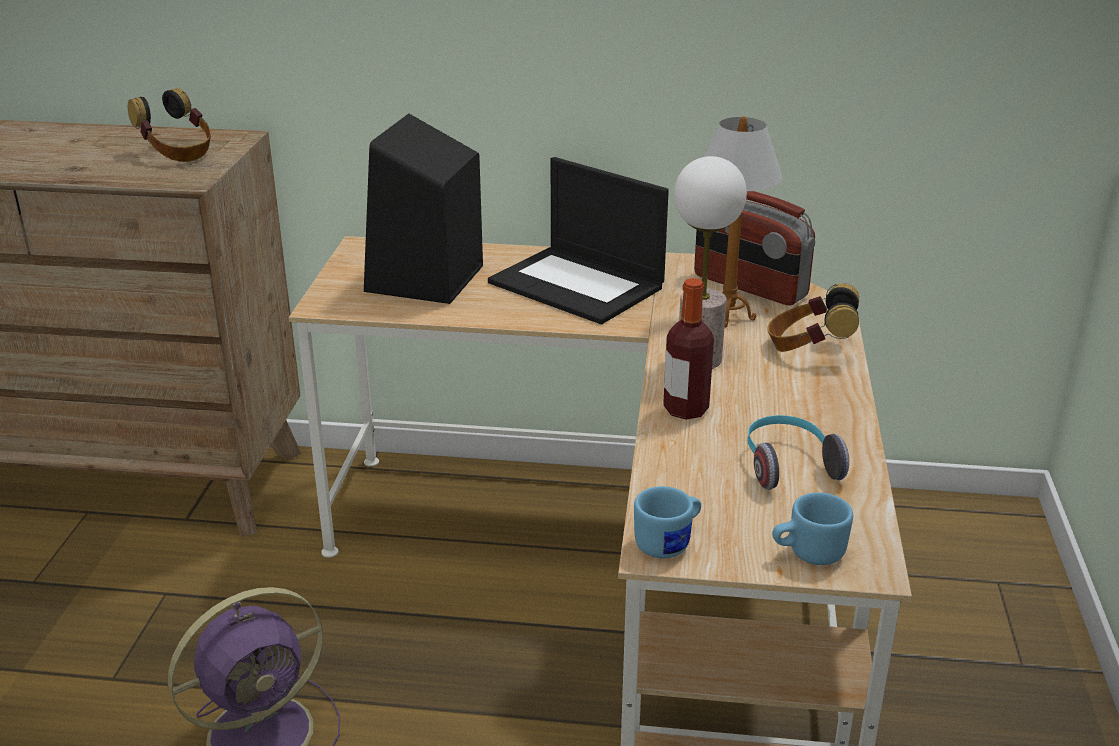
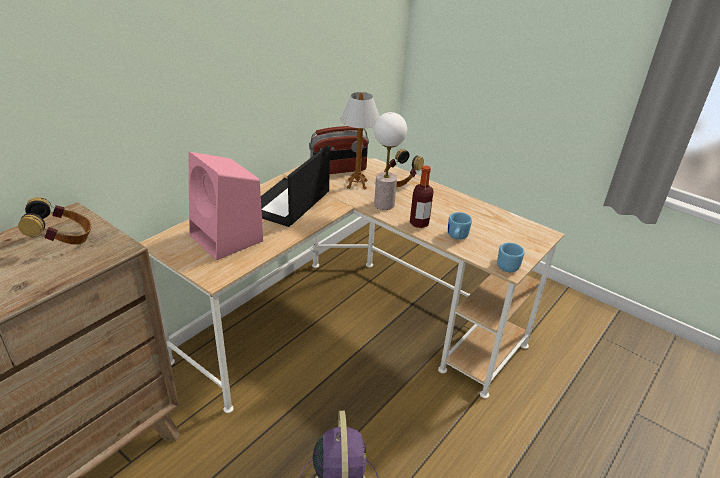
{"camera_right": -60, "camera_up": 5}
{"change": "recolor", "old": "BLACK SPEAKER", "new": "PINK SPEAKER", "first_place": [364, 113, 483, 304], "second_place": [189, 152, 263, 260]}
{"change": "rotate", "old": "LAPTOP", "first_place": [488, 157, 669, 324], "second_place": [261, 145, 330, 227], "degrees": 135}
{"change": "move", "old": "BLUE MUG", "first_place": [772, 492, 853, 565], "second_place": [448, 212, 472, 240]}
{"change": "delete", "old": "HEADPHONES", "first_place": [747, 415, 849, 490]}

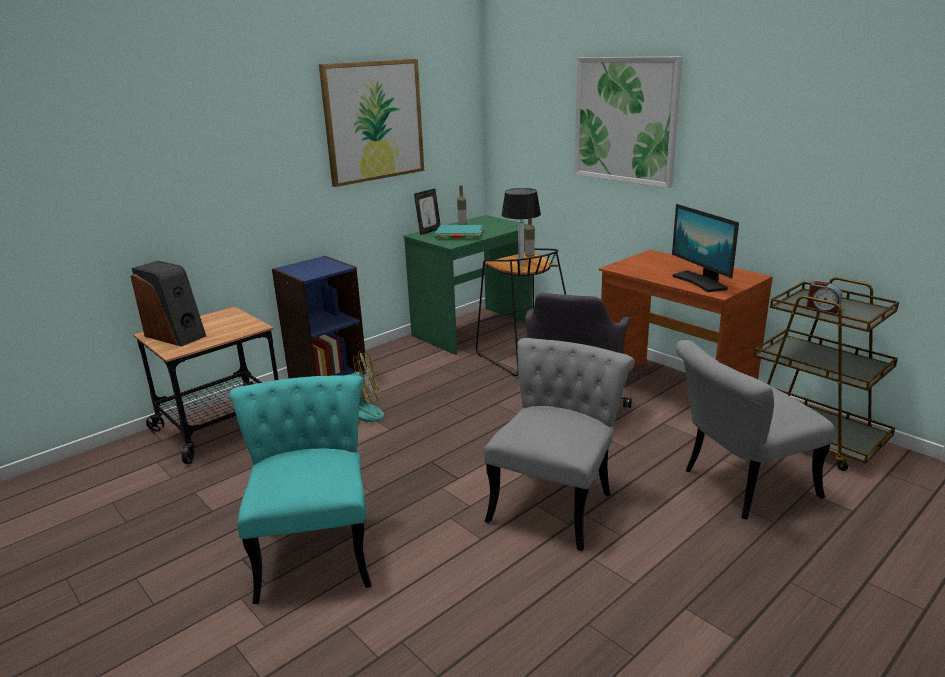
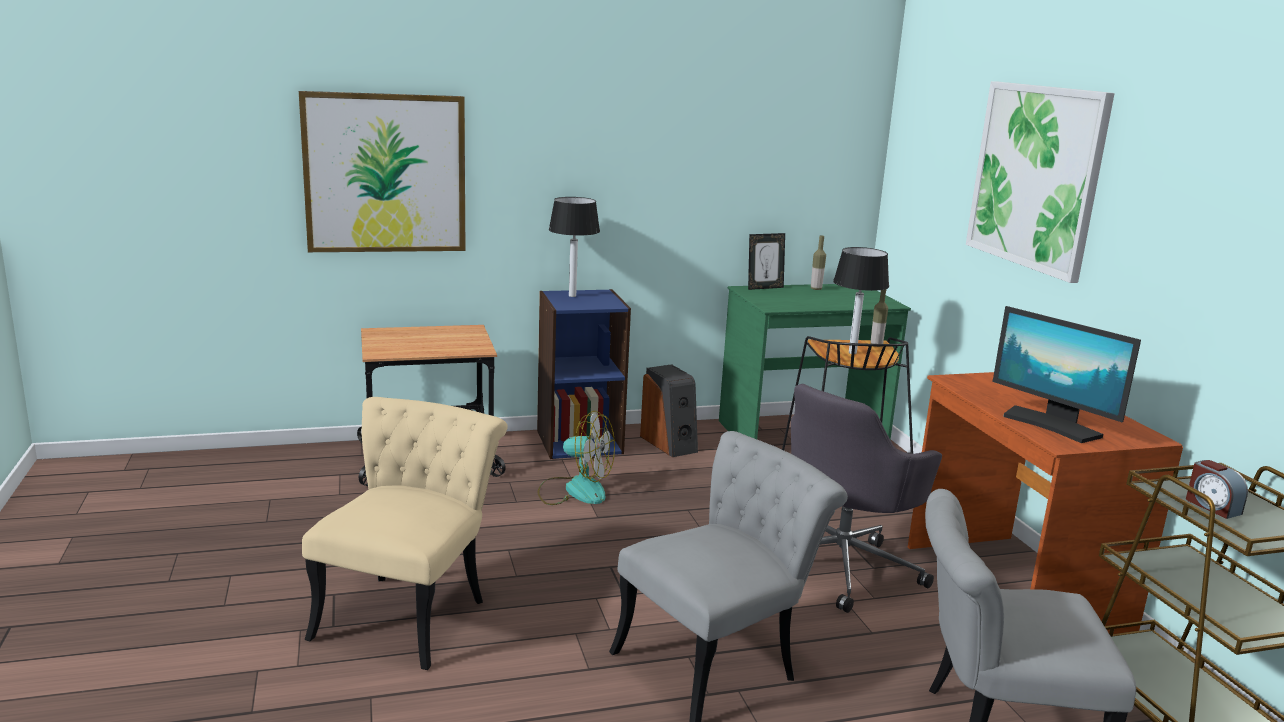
{"camera_right": 25, "camera_up": -5}
{"change": "move", "old": "PICTURE", "first_place": [319, 59, 424, 187], "second_place": [299, 91, 465, 252]}
{"change": "recolor", "old": "TURQUOISE CHAIR", "new": "BEIGE CHAIR", "first_place": [230, 375, 372, 604], "second_place": [302, 397, 508, 670]}
{"change": "insert", "new": "TABLE LAMP", "second_place": [549, 197, 600, 297]}
{"change": "move", "old": "SPEAKER", "first_place": [131, 261, 206, 347], "second_place": [640, 364, 698, 457]}
{"change": "rotate", "old": "MONITOR", "first_place": [672, 204, 739, 292], "second_place": [993, 306, 1141, 443], "degrees": -45}
{"change": "delete", "old": "TURQUOISE BOOK", "first_place": [435, 225, 483, 238]}

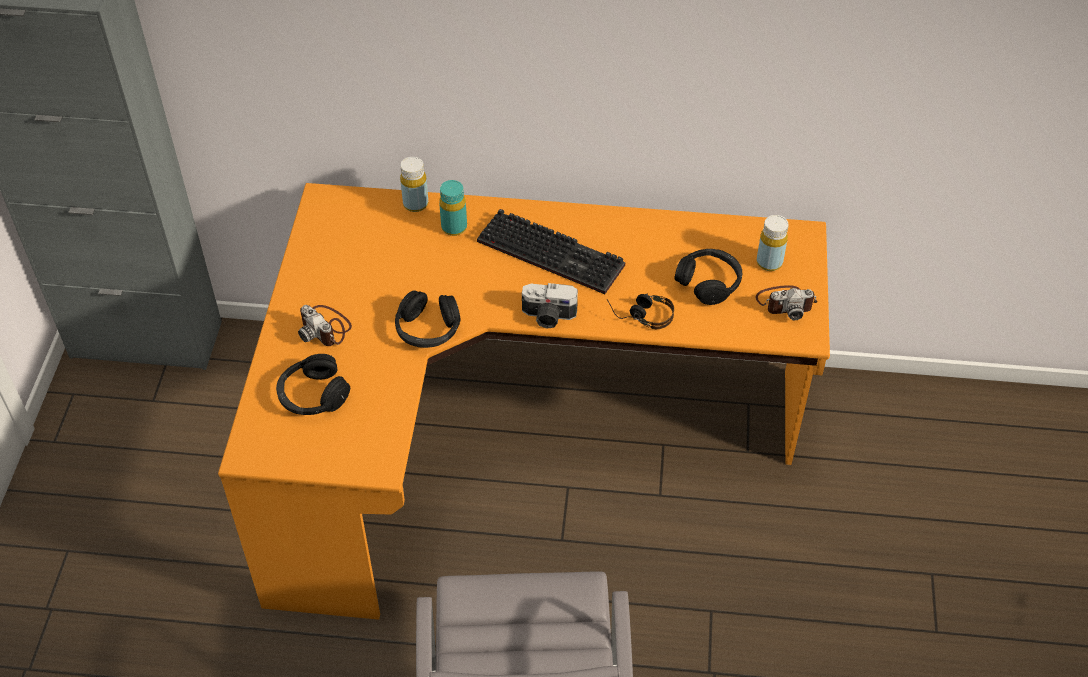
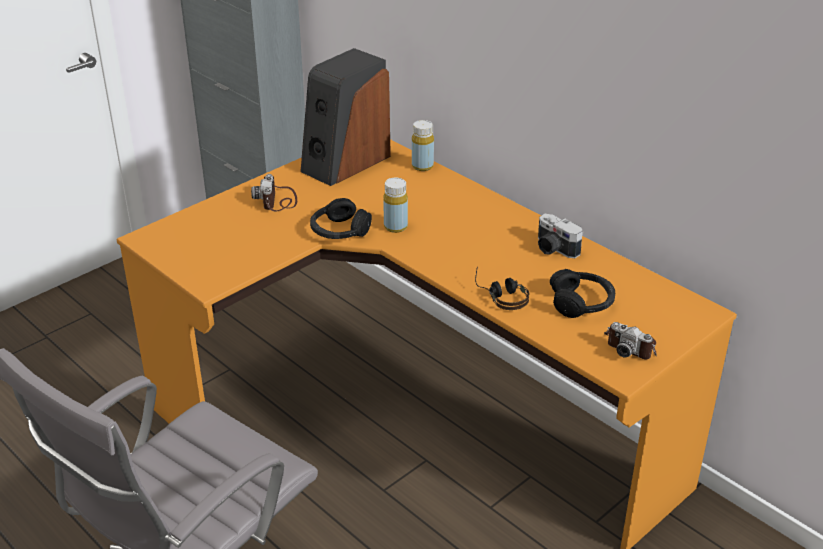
{"camera_right": 40, "camera_up": -15}
{"change": "insert", "new": "SPEAKER", "second_place": [300, 48, 391, 186]}
{"change": "move", "old": "YELLOW BOTTLE", "first_place": [757, 215, 789, 271], "second_place": [383, 177, 408, 233]}
{"change": "move", "old": "PHOTO CAMERA", "first_place": [522, 283, 578, 329], "second_place": [538, 214, 583, 258]}
{"change": "delete", "old": "BLACK HEADPHONES", "first_place": [276, 354, 350, 415]}
{"change": "delete", "old": "TURQUOISE BOTTLE", "first_place": [439, 180, 467, 236]}
{"change": "delete", "old": "KEYBOARD", "first_place": [477, 209, 625, 294]}

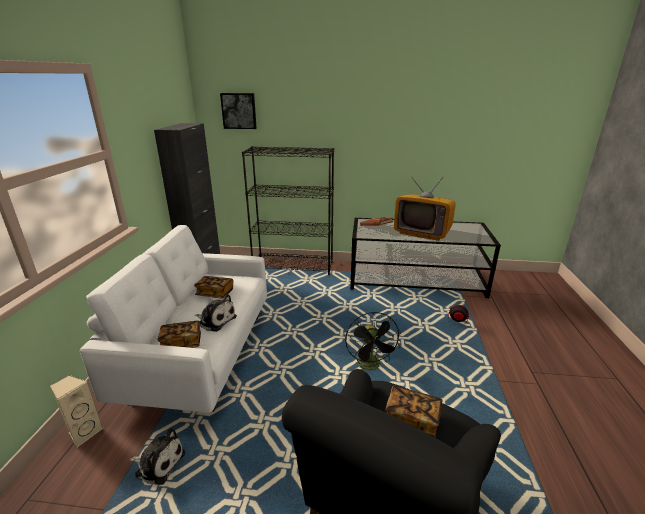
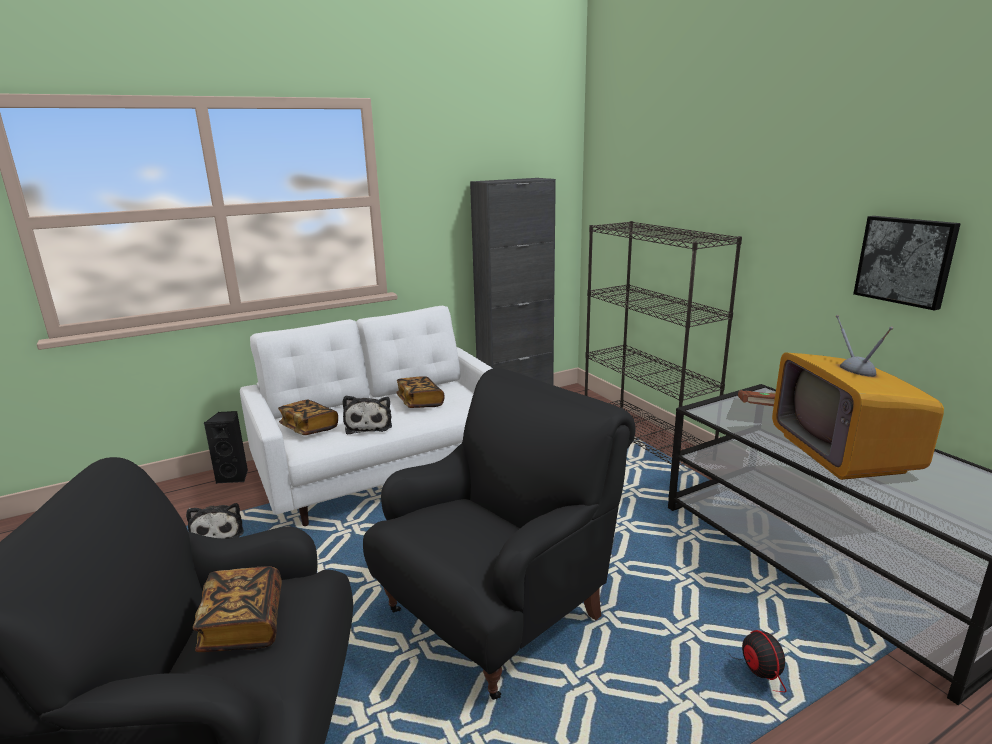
{"camera_right": 55, "camera_up": -5}
{"change": "recolor", "old": "BEIGE SPEAKER", "new": "BLACK SPEAKER", "first_place": [50, 375, 103, 447], "second_place": [204, 411, 248, 484]}
{"change": "replace", "old": "BLACK FAN", "new": "BLACK ARMCHAIR", "first_place": [345, 312, 401, 370], "second_place": [363, 368, 636, 700]}
{"change": "move", "old": "PICTURE", "first_place": [220, 93, 257, 129], "second_place": [853, 216, 961, 311]}

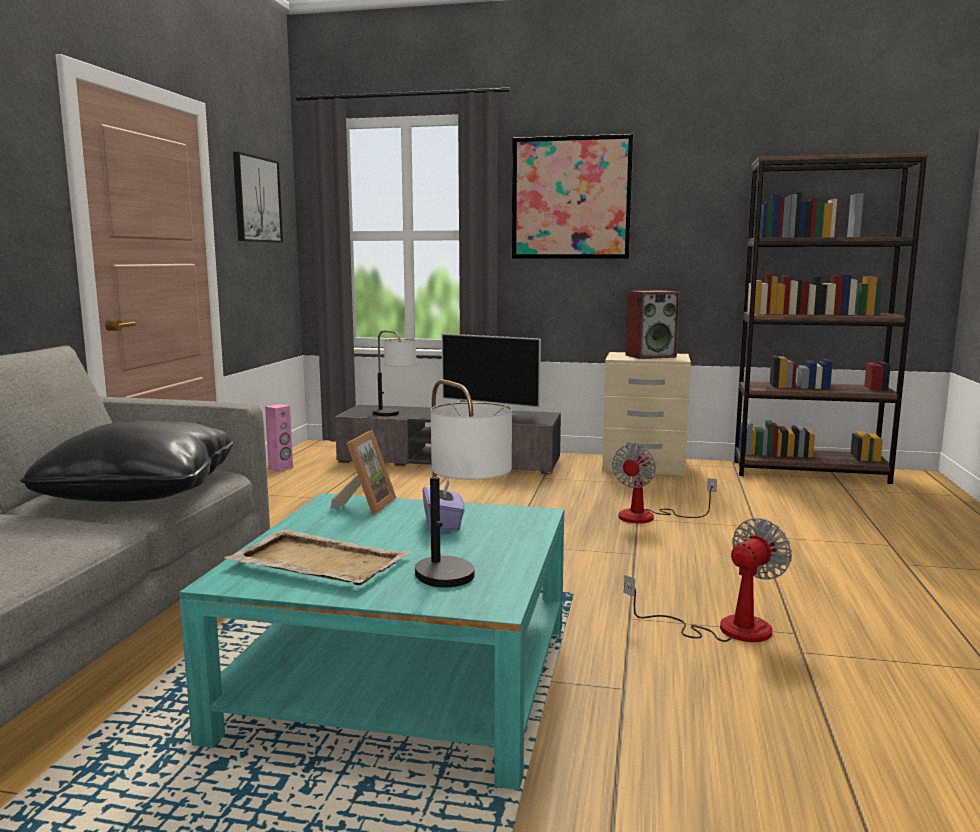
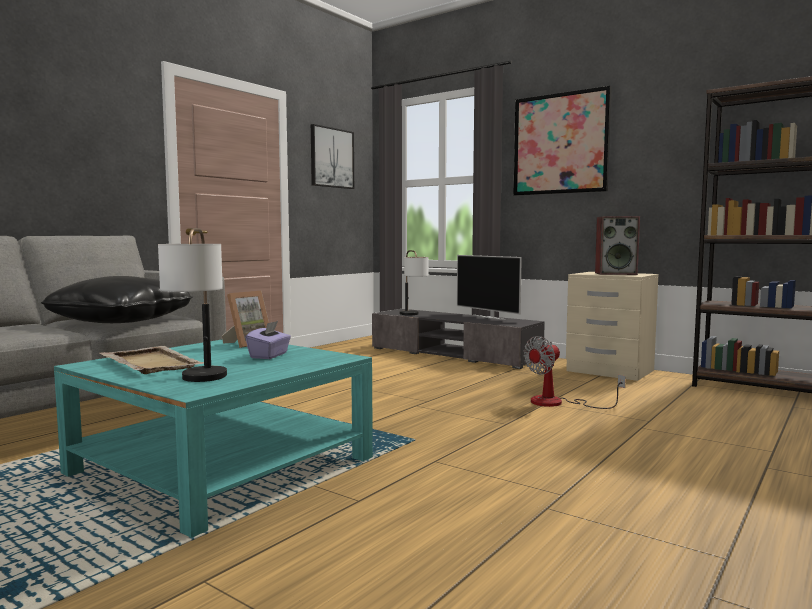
{"camera_right": 25, "camera_up": -5}
{"change": "delete", "old": "PINK SPEAKER", "first_place": [265, 404, 293, 472]}
{"change": "delete", "old": "FAN", "first_place": [624, 518, 792, 642]}

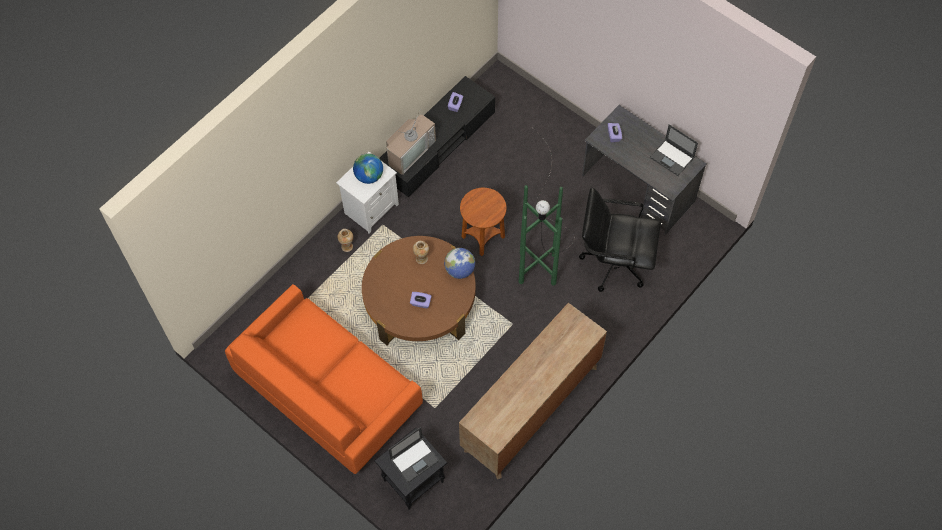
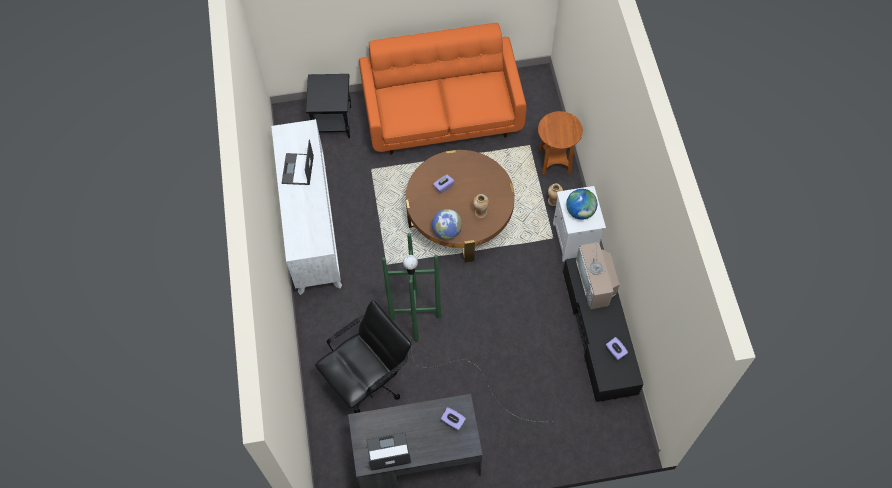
{"camera_right": 130, "camera_up": 0}
{"change": "recolor", "old": "BROWN DRESSER", "new": "WHITE DRESSER", "first_place": [459, 303, 607, 479], "second_place": [271, 119, 342, 295]}
{"change": "move", "old": "LAPTOP", "first_place": [388, 427, 440, 483], "second_place": [281, 139, 314, 185]}
{"change": "move", "old": "BROWN SIDE TABLE", "first_place": [460, 188, 506, 256], "second_place": [538, 111, 583, 175]}

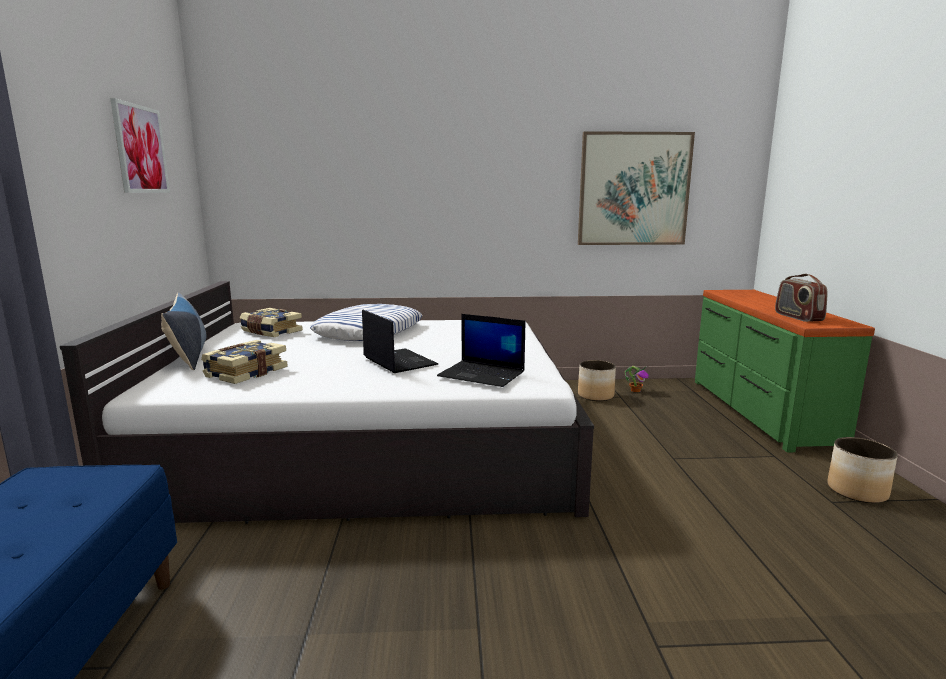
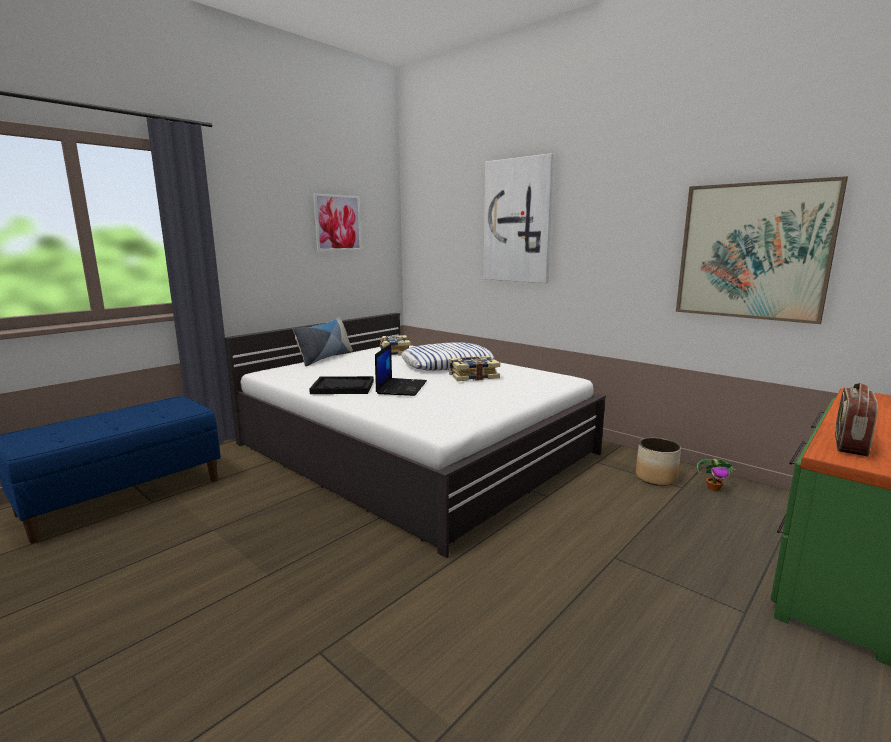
{"camera_right": 45, "camera_up": 0}
{"change": "insert", "new": "BLACK TRAY", "second_place": [309, 376, 374, 394]}
{"change": "move", "old": "BOOK", "first_place": [201, 340, 288, 384], "second_place": [449, 356, 500, 381]}
{"change": "insert", "new": "PICTURE", "second_place": [483, 153, 555, 283]}
{"change": "delete", "old": "LAPTOP", "first_place": [437, 314, 525, 387]}
{"change": "delete", "old": "PLANTER", "first_place": [828, 437, 898, 503]}

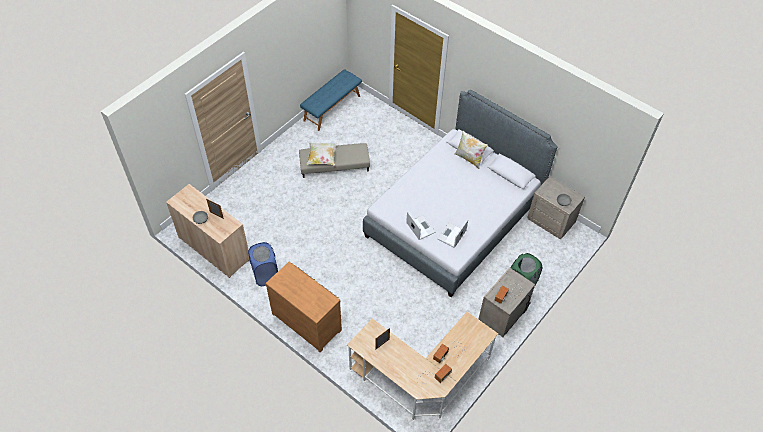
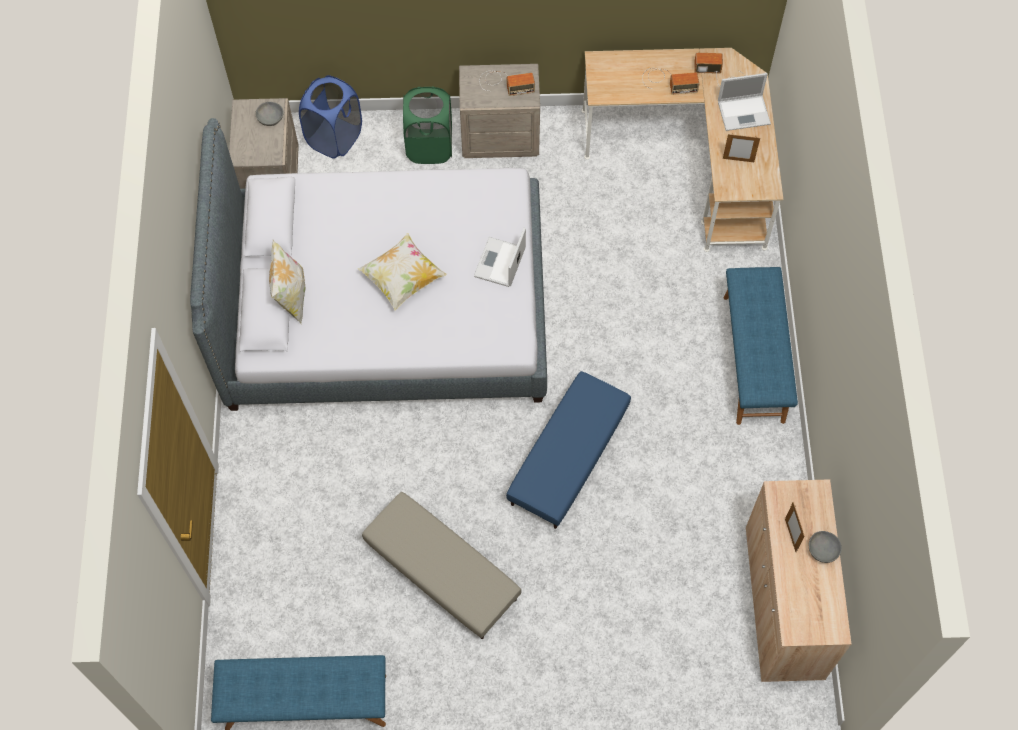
{"camera_right": -130, "camera_up": 10}
{"change": "move", "old": "BLUE LAUNDRY BASKET", "first_place": [248, 242, 278, 286], "second_place": [299, 75, 362, 159]}
{"change": "move", "old": "PILLOW", "first_place": [306, 142, 337, 166], "second_place": [358, 233, 447, 311]}
{"change": "insert", "new": "BLUE OTTOMAN", "second_place": [506, 371, 631, 529]}
{"change": "move", "old": "LAPTOP", "first_place": [437, 219, 468, 247], "second_place": [718, 73, 771, 131]}
{"change": "replace", "old": "BROWN DRESSER", "new": "BLUE BENCH", "first_place": [265, 262, 342, 352], "second_place": [724, 267, 798, 425]}

